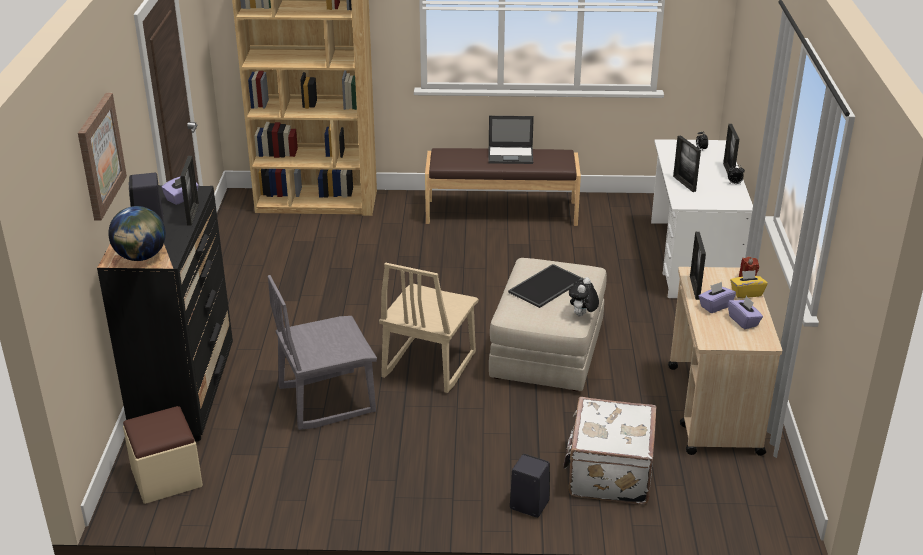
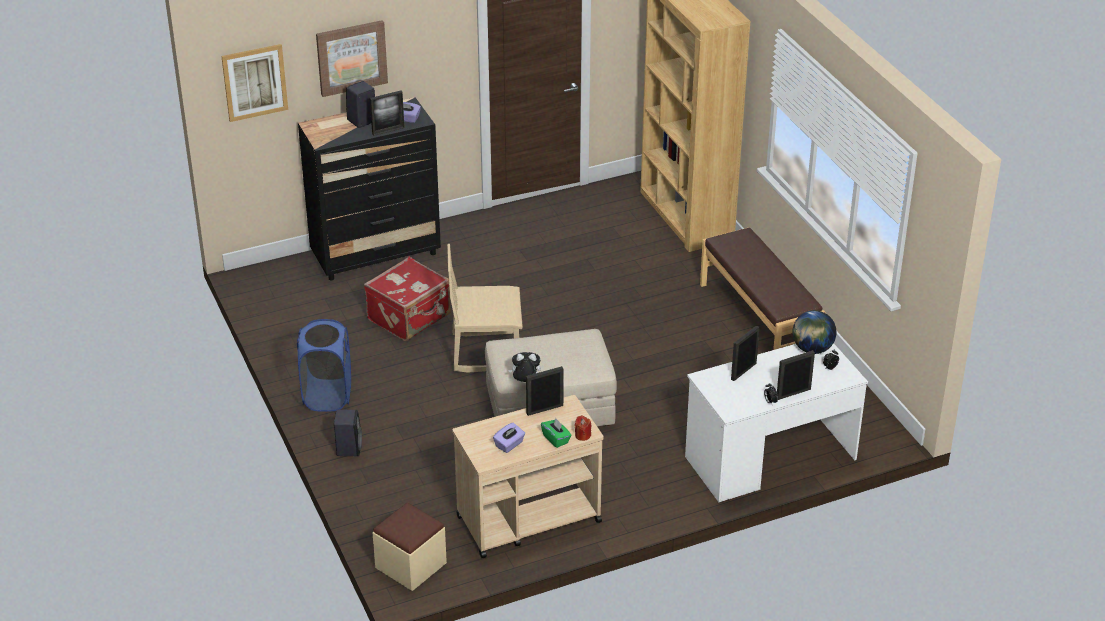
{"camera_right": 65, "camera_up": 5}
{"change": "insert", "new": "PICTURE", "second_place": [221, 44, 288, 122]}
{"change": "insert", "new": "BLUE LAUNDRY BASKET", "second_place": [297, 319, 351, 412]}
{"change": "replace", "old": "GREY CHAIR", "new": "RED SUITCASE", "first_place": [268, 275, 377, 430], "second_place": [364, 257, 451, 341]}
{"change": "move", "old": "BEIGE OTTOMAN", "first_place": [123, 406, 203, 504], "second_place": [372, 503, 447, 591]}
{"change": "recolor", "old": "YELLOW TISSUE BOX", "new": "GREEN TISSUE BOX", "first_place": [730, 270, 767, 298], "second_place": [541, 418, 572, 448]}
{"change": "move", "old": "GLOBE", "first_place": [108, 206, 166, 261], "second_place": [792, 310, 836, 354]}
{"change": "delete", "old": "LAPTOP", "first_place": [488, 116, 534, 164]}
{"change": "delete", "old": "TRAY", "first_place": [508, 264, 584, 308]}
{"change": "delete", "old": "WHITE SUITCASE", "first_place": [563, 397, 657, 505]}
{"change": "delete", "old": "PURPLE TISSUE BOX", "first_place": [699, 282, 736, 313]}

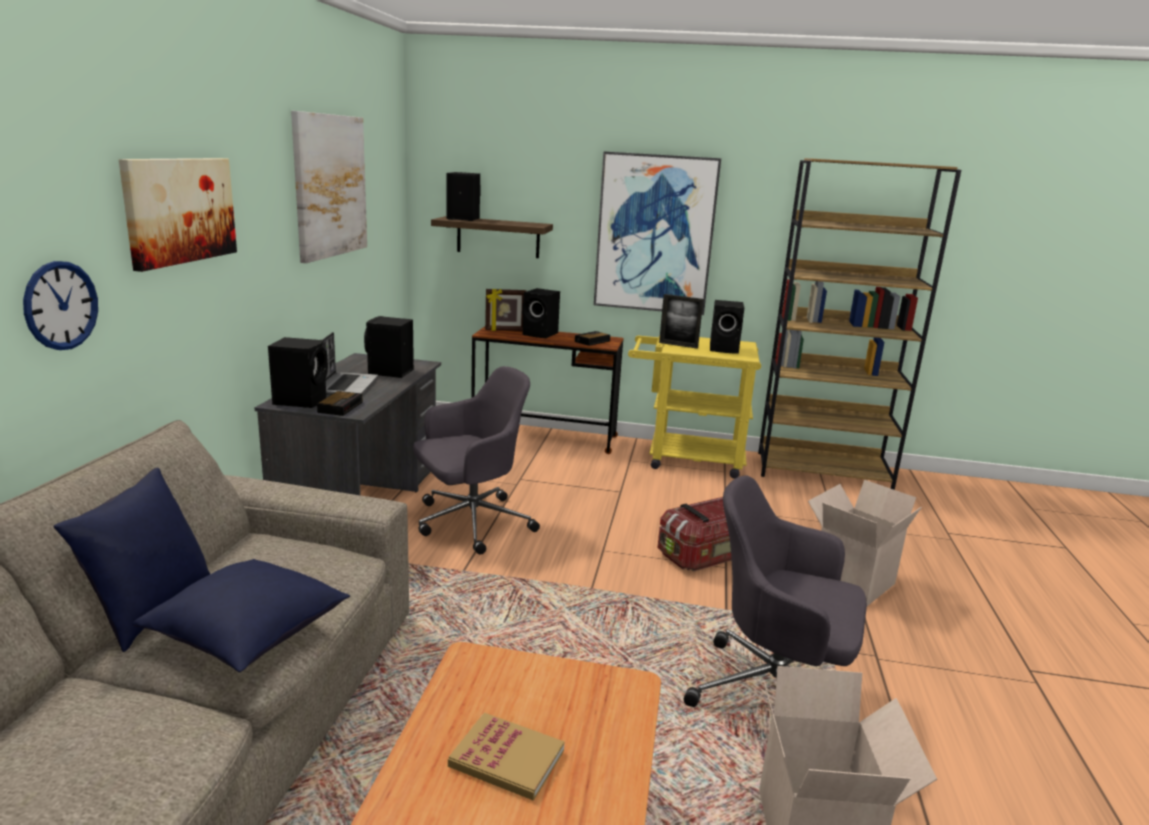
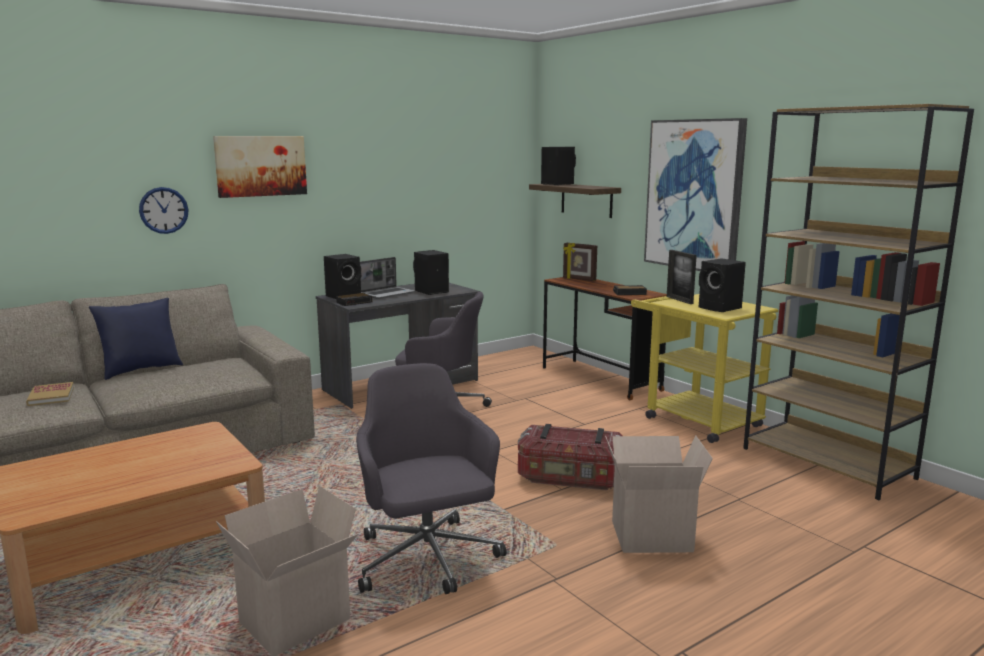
{"camera_right": 45, "camera_up": -5}
{"change": "move", "old": "BOOK", "first_place": [448, 713, 564, 801], "second_place": [26, 382, 74, 406]}
{"change": "delete", "old": "BLUE PILLOW", "first_place": [132, 559, 350, 672]}
{"change": "delete", "old": "PICTURE", "first_place": [291, 111, 367, 263]}
{"change": "delete", "old": "BLACK SPEAKER", "first_place": [522, 288, 560, 338]}

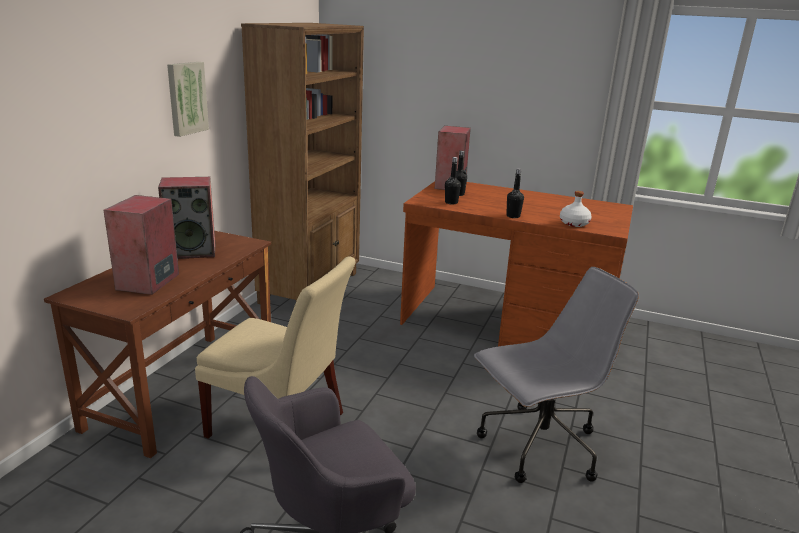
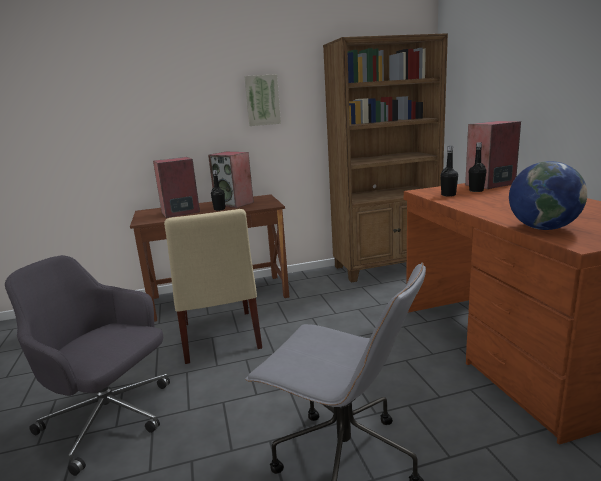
{"camera_right": 55, "camera_up": -5}
{"change": "move", "old": "BLACK BOTTLE", "first_place": [506, 168, 524, 218], "second_place": [211, 170, 225, 211]}
{"change": "replace", "old": "WHITE BOTTLE", "new": "GLOBE", "first_place": [560, 191, 592, 227], "second_place": [509, 161, 587, 230]}

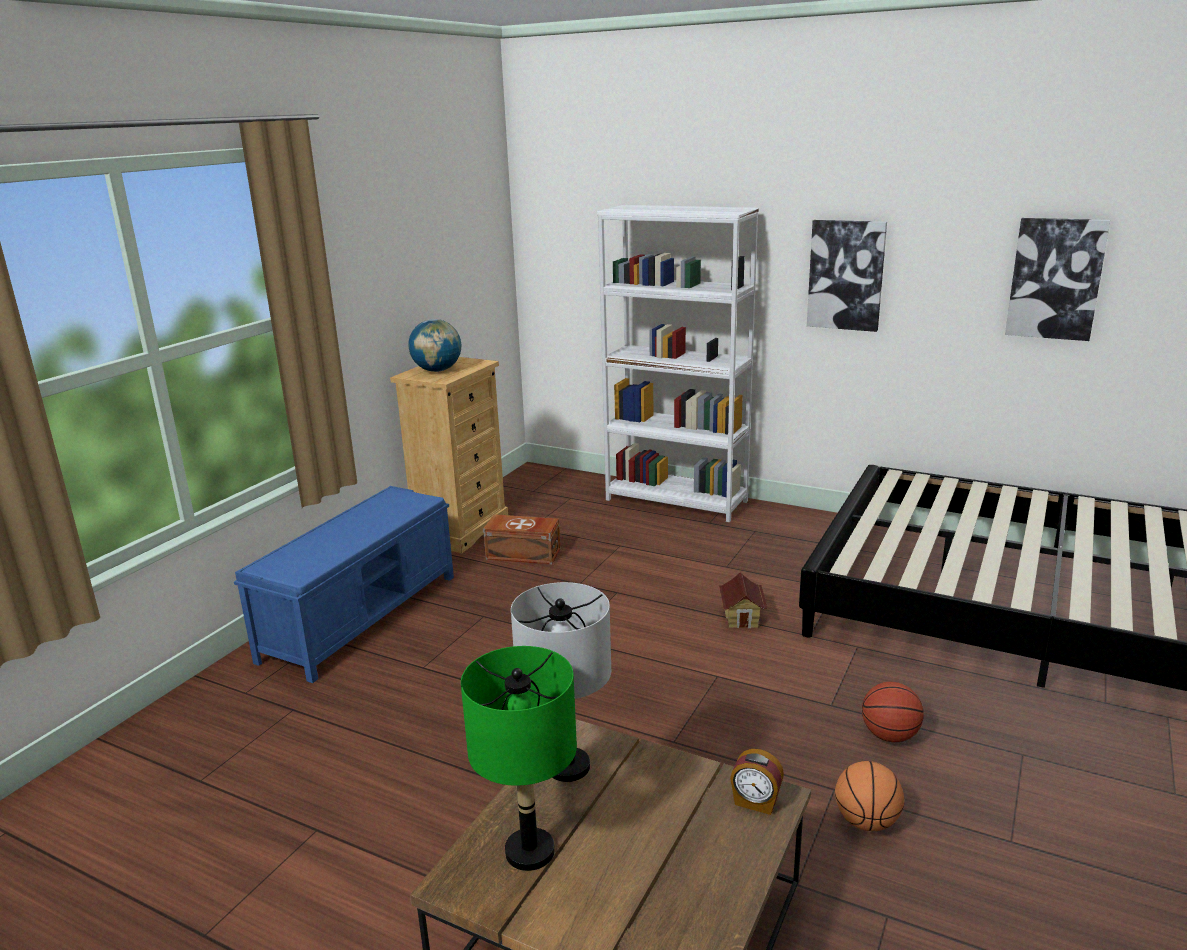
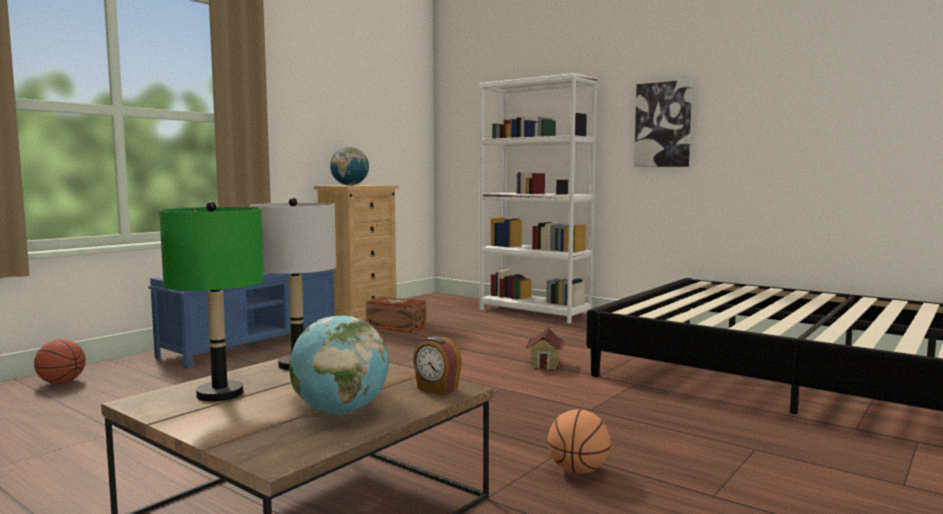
{"camera_right": 10, "camera_up": -15}
{"change": "move", "old": "BASKETBALL", "first_place": [862, 682, 924, 742], "second_place": [34, 339, 86, 384]}
{"change": "insert", "new": "GLOBE", "second_place": [289, 315, 389, 414]}
{"change": "delete", "old": "PICTURE", "first_place": [1005, 218, 1110, 341]}

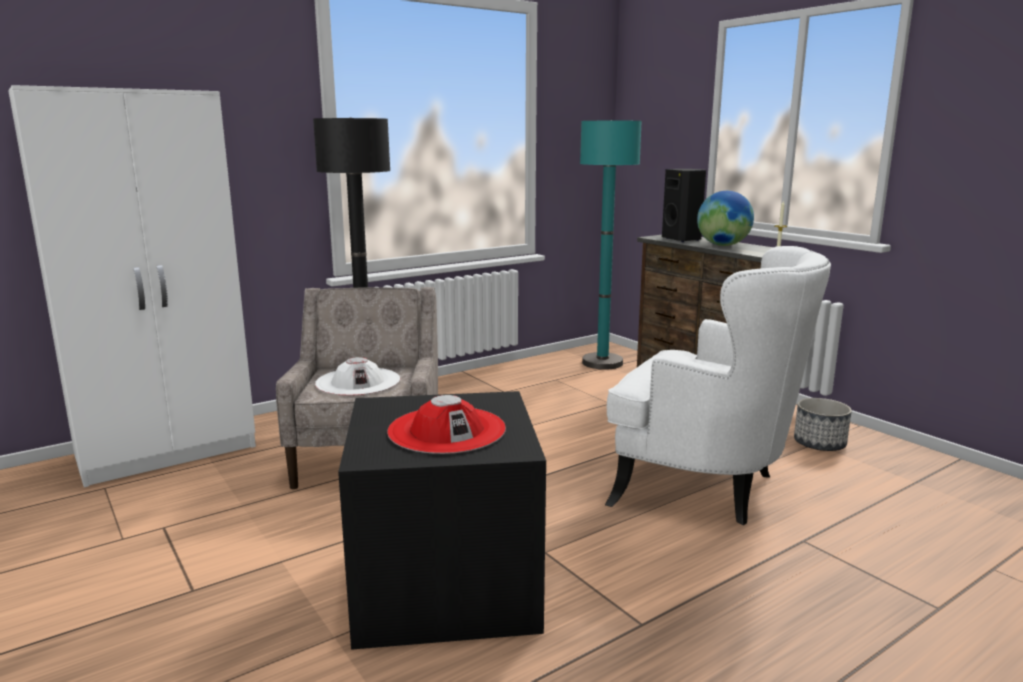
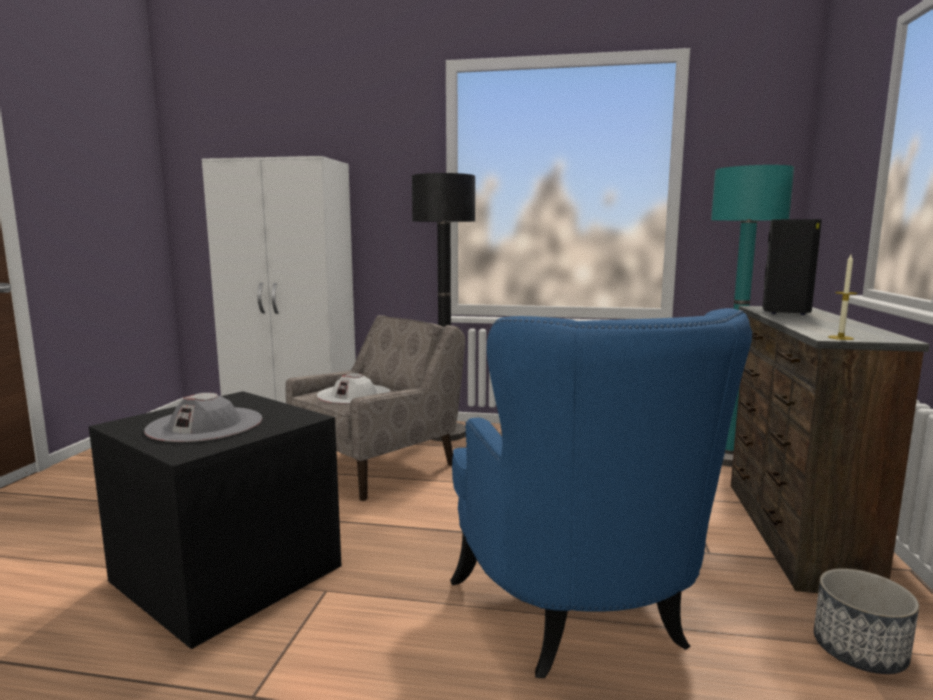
{"camera_right": 45, "camera_up": -5}
{"change": "recolor", "old": "RED HAT", "new": "GREY HAT", "first_place": [387, 395, 506, 454], "second_place": [144, 393, 262, 442]}
{"change": "recolor", "old": "WHITE ARMCHAIR", "new": "BLUE ARMCHAIR", "first_place": [605, 246, 831, 525], "second_place": [450, 308, 752, 678]}
{"change": "delete", "old": "GLOBE", "first_place": [697, 191, 754, 246]}

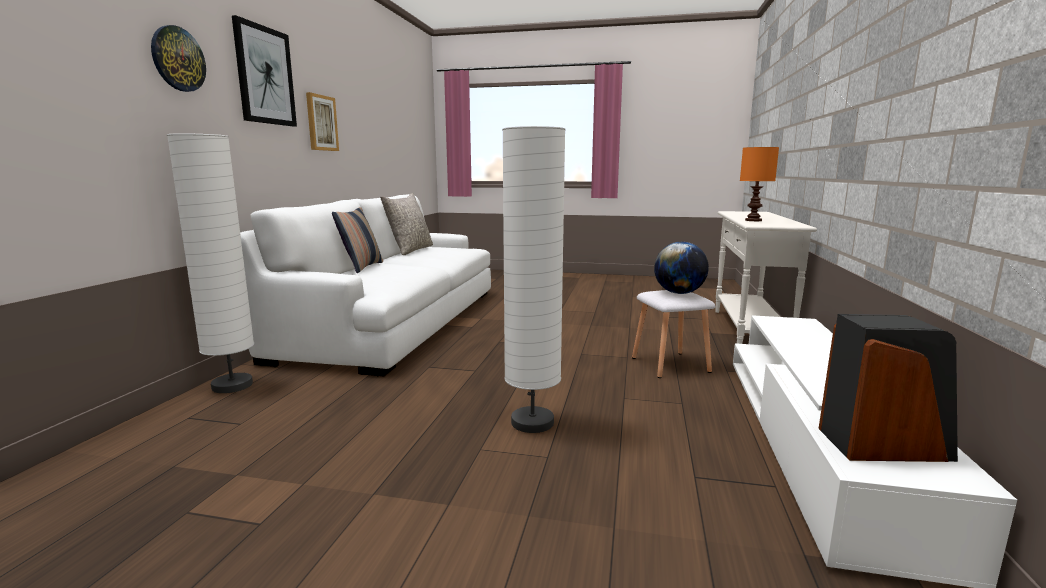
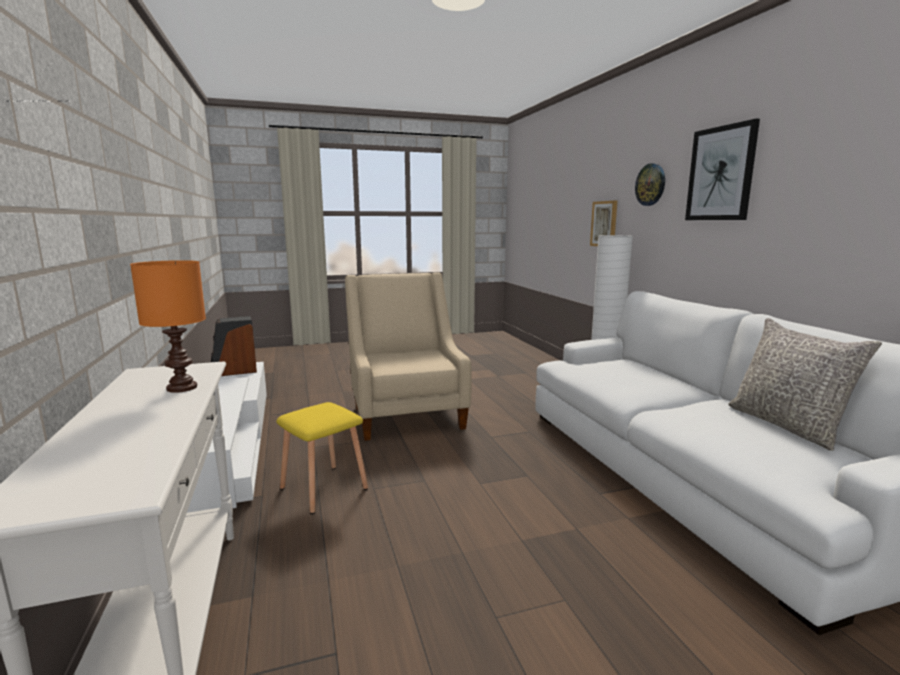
{"camera_right": 150, "camera_up": 0}
{"change": "recolor", "old": "WHITE STOOL", "new": "YELLOW STOOL", "first_place": [632, 290, 715, 378], "second_place": [276, 402, 368, 514]}
{"change": "replace", "old": "WHITE FLOOR LAMP", "new": "BEIGE ARMCHAIR", "first_place": [502, 126, 566, 433], "second_place": [345, 273, 472, 441]}
{"change": "move", "old": "PICTURE", "first_place": [306, 92, 339, 151], "second_place": [590, 201, 617, 246]}
{"change": "delete", "old": "PILLOW", "first_place": [332, 207, 383, 273]}
{"change": "delete", "old": "GLOBE", "first_place": [654, 242, 709, 294]}

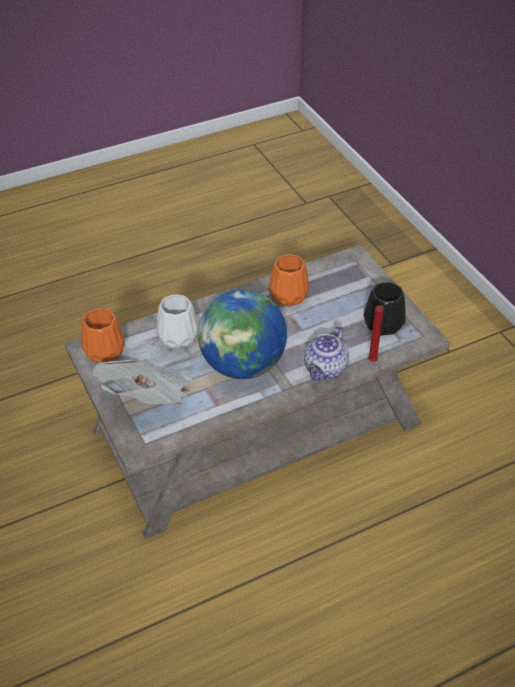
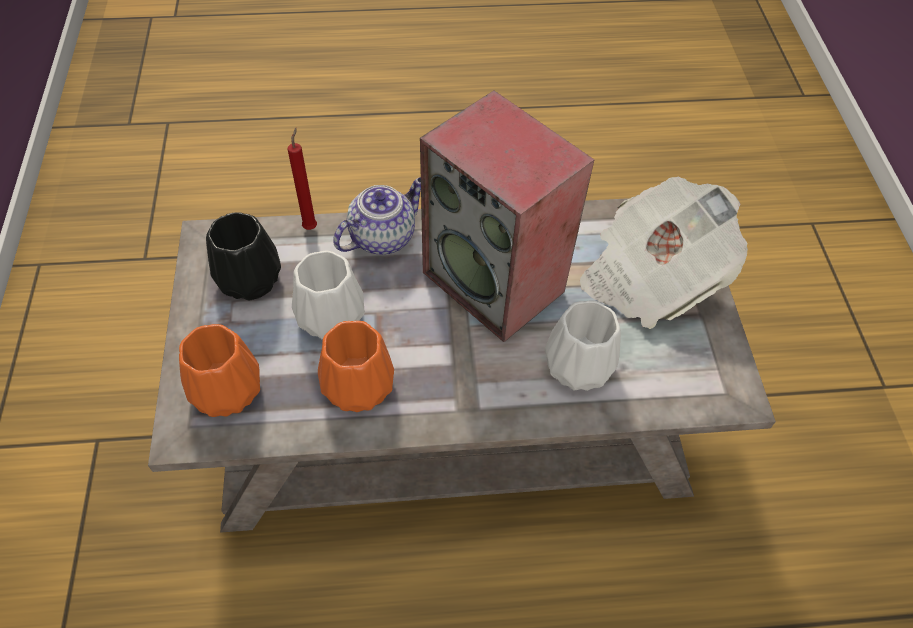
{"camera_right": -160, "camera_up": 10}
{"change": "move", "old": "ORANGE VASE", "first_place": [81, 308, 125, 363], "second_place": [179, 324, 260, 417]}
{"change": "insert", "new": "WHITE VASE", "second_place": [292, 251, 365, 340]}
{"change": "replace", "old": "GLOBE", "new": "SPEAKER", "first_place": [198, 289, 287, 379], "second_place": [420, 90, 594, 342]}

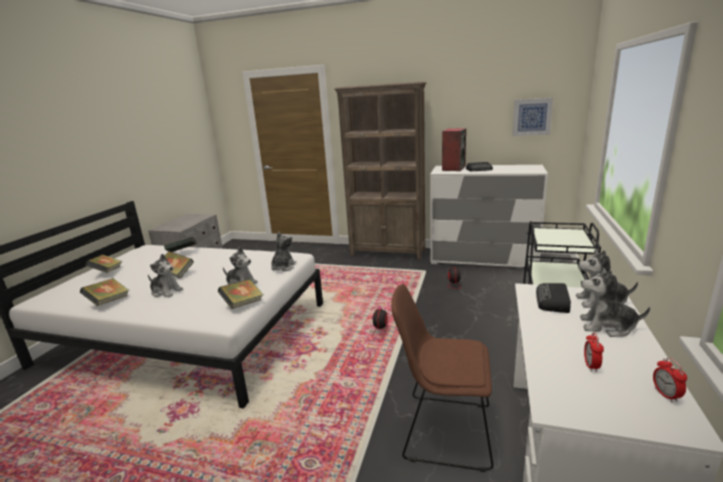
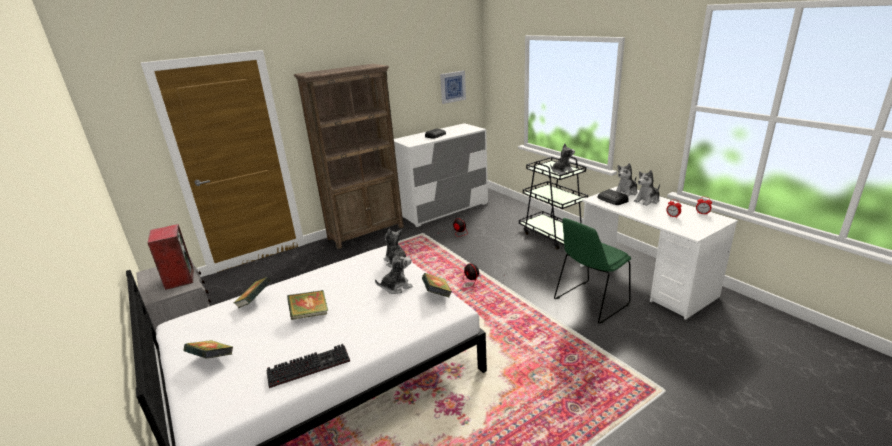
{"camera_right": -50, "camera_up": 5}
{"change": "move", "old": "SPEAKER", "first_place": [442, 128, 466, 171], "second_place": [148, 224, 193, 290]}
{"change": "replace", "old": "BOOK", "new": "KEYBOARD", "first_place": [80, 278, 129, 306], "second_place": [267, 344, 350, 388]}
{"change": "move", "old": "PLUSH TOY", "first_place": [148, 254, 183, 297], "second_place": [550, 143, 575, 175]}
{"change": "recolor", "old": "BROWN CHAIR", "new": "GREEN CHAIR", "first_place": [391, 284, 494, 472], "second_place": [554, 218, 631, 324]}

